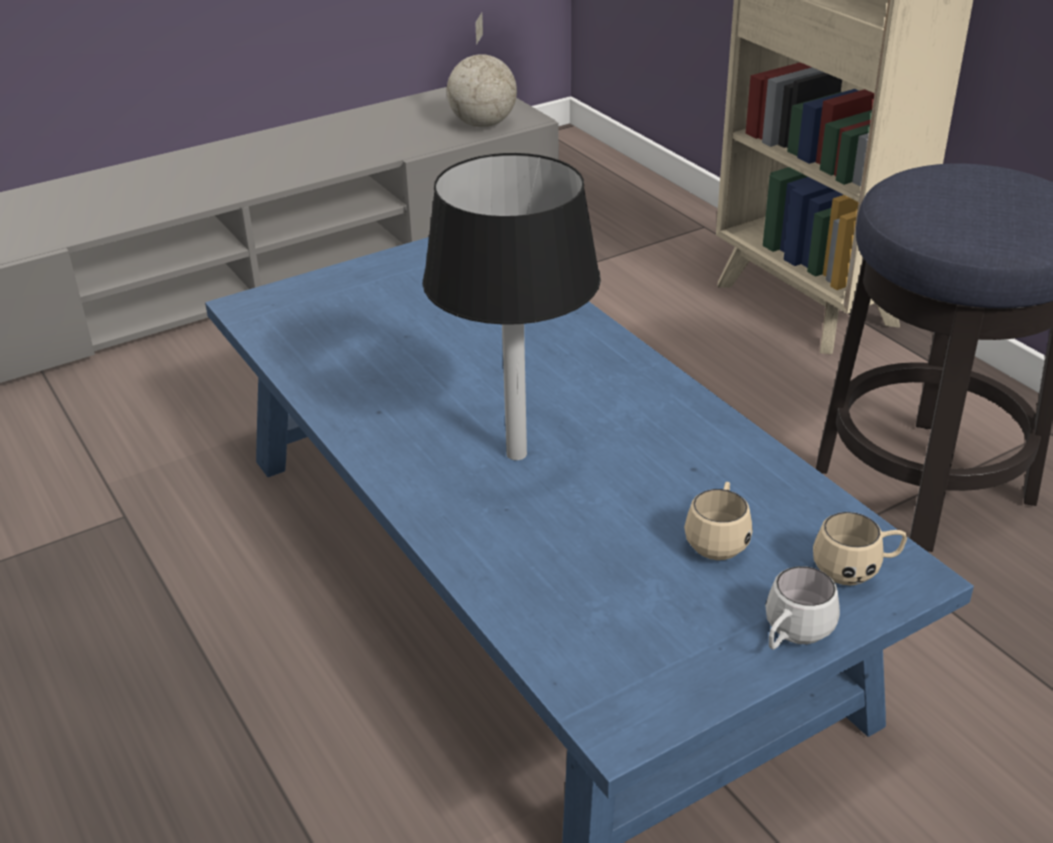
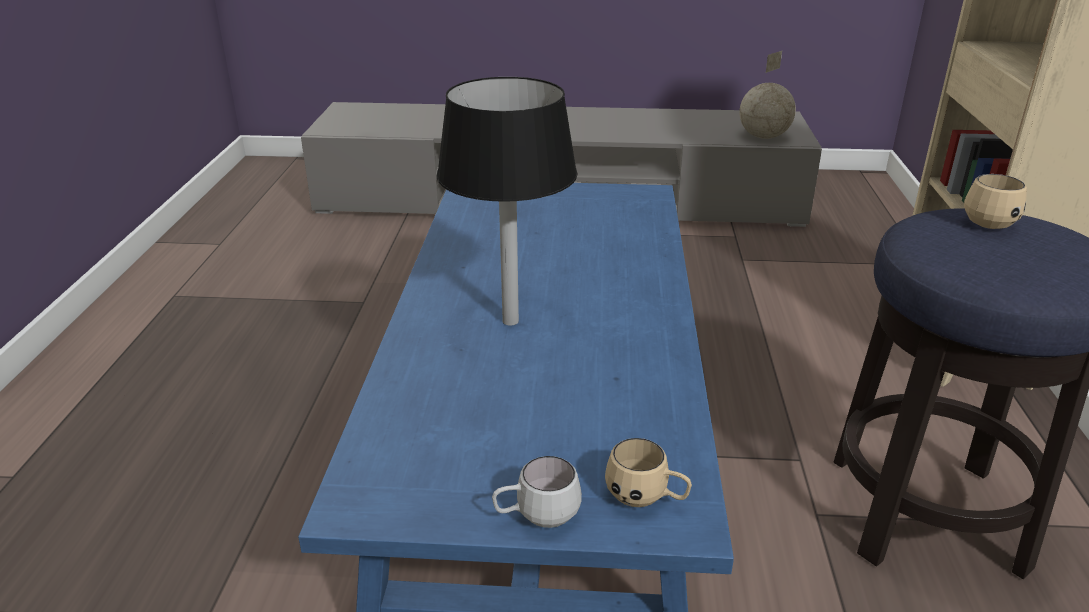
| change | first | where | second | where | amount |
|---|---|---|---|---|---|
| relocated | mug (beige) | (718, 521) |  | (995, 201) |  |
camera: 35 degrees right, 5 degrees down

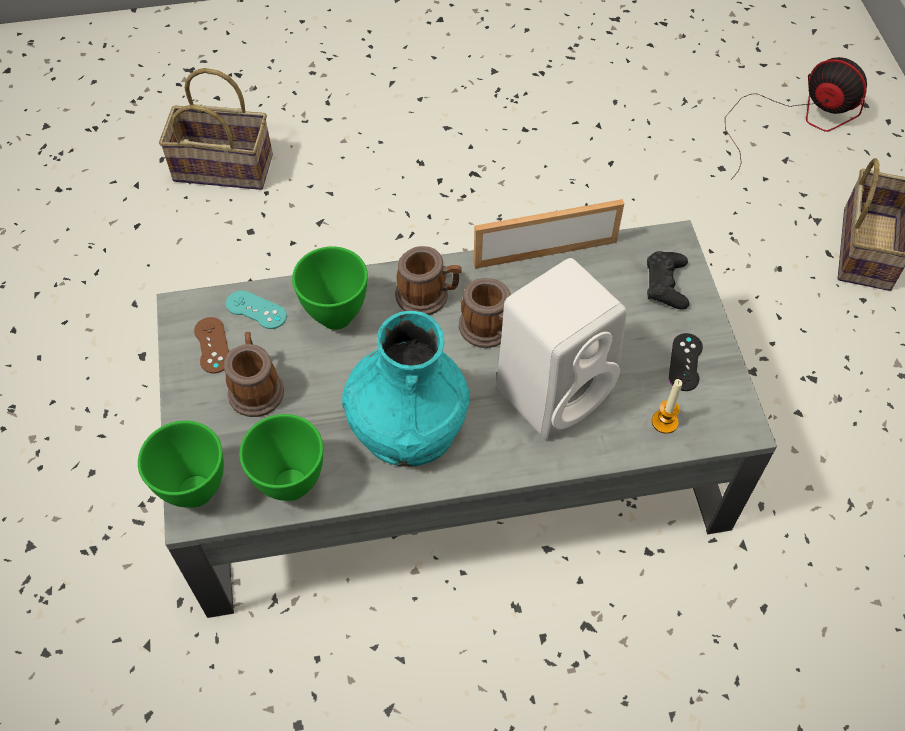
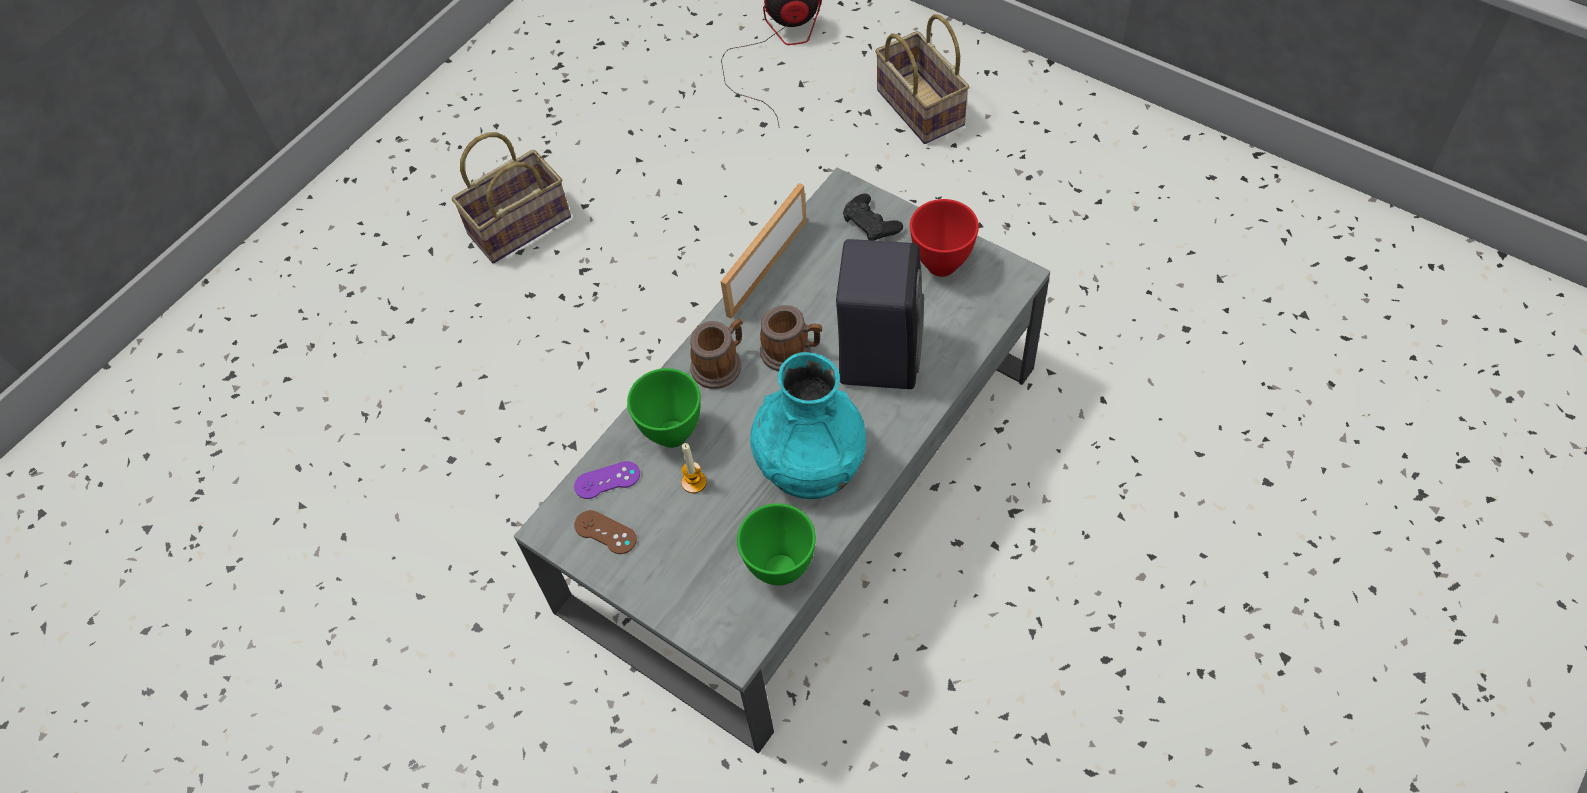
| change | first | where | second | where | amount |
|---|---|---|---|---|---|
| relocated | basket | (216, 129) |  | (511, 197) |  |
| colour | speaker (white) | (561, 349) | speaker (black) | (880, 314) |  |
| colour | game controller (turquoise) | (256, 309) | game controller (purple) | (607, 480) |  |
| missing | mug | (254, 374) |  |  |  |
| exchanged | game controller (black) | (686, 362) | bowl (red) | (944, 238) |  |
| relocated | candle | (667, 406) |  | (694, 468) |  |
| missing | bowl (green) | (181, 464) |  |  |  |
camera: 40 degrees left, 0 degrees up

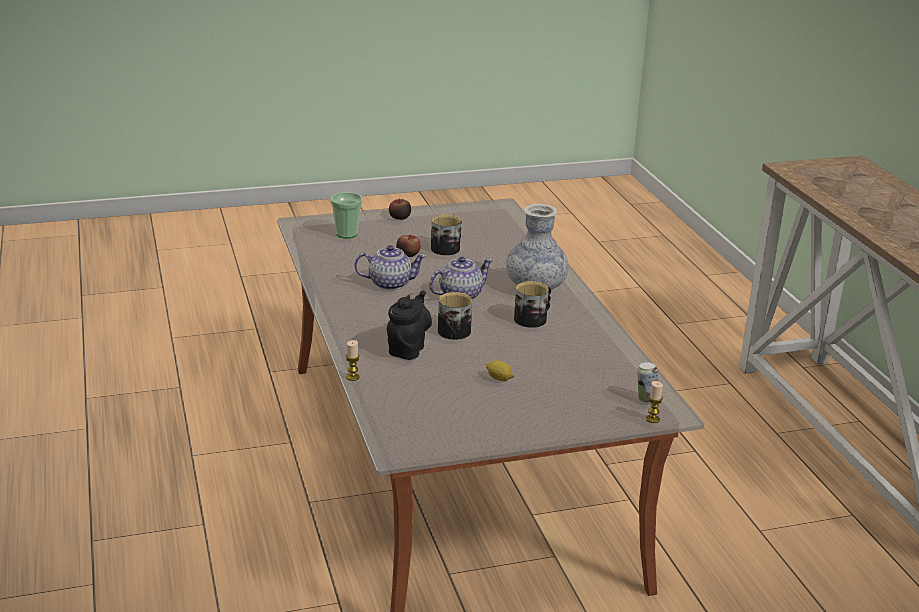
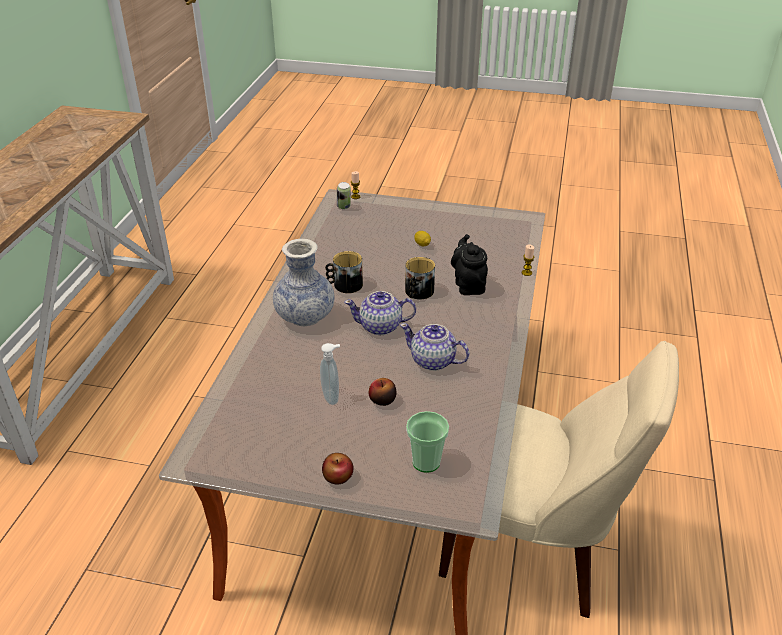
| change | first | where | second | where | amount |
|---|---|---|---|---|---|
| exchanged | mug | (446, 235) | soap dispenser | (330, 374) |  |
| spun | teapot (black) | (409, 325) |  | (469, 264) | 120 degrees clockwise |
| appeared |  |  | chair (beige) | (559, 479) |  |
camera: 150 degrees left, 10 degrees up

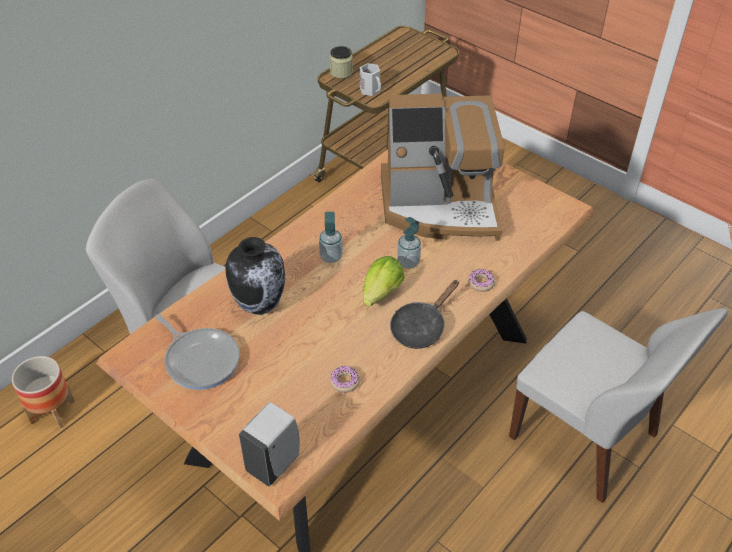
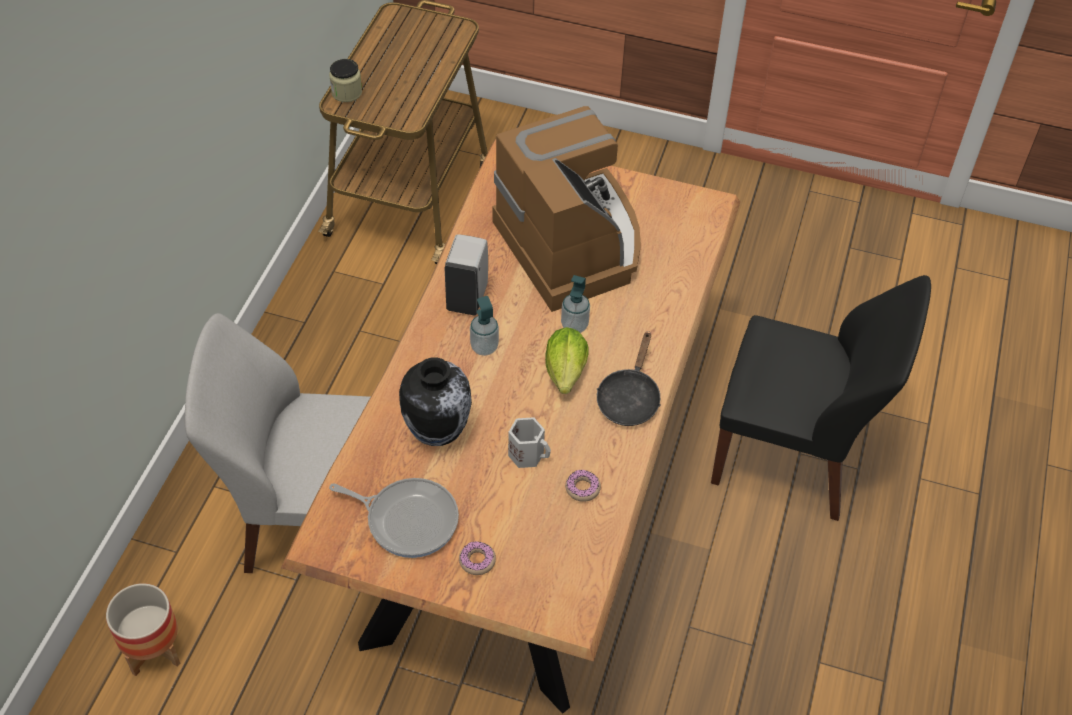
| change | first | where | second | where | amount |
|---|---|---|---|---|---|
| relocated | mug (white) | (370, 79) |  | (529, 442) |  |
| spun | coffee machine | (442, 167) |  | (566, 209) | 90 degrees counterclockwise |
| relocated | donut | (481, 280) |  | (477, 558) |  |
| colour | chair (white) | (618, 405) | chair (black) | (821, 398) |  |
| relocated | soap dispenser (white) | (269, 444) |  | (466, 274) |  |
camera: 25 degrees left, 5 degrees up

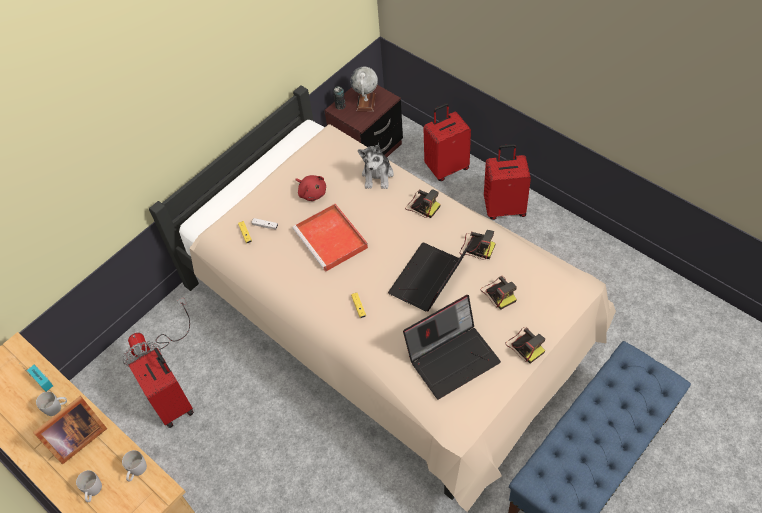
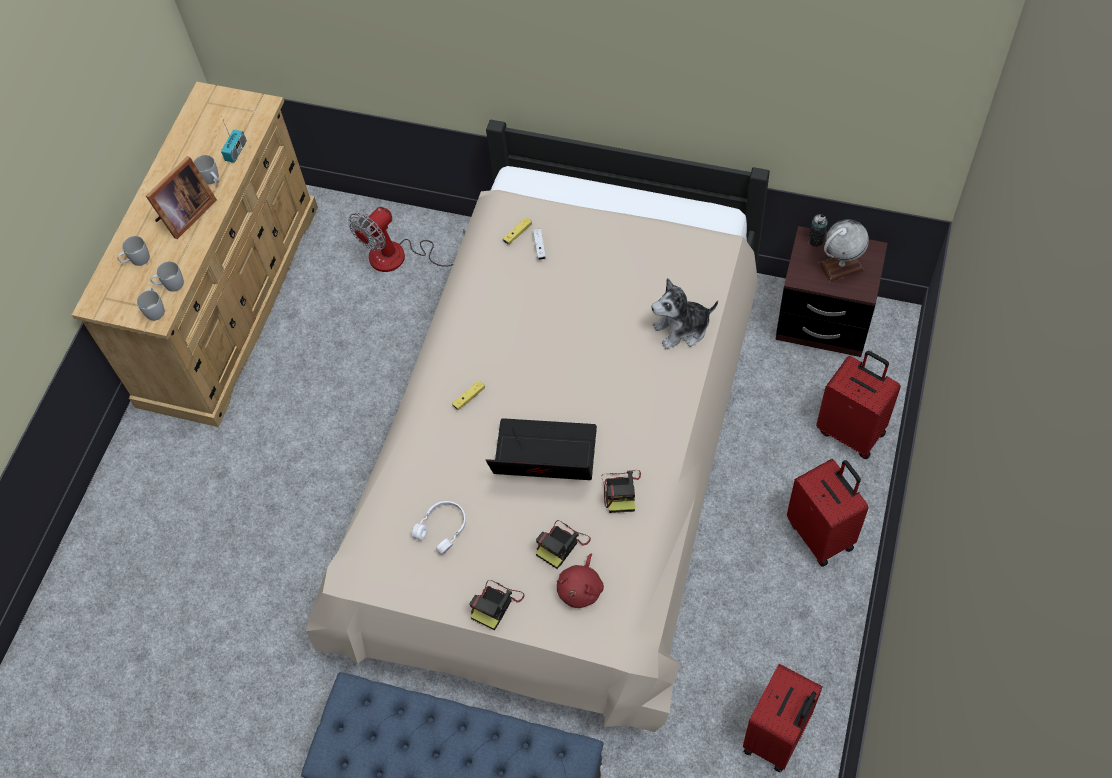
| change | first | where | second | where | amount |
|---|---|---|---|---|---|
| relocated | plush toy (red) | (310, 188) |  | (580, 581) |  |
| missing | photo camera | (423, 203) |  |  |  |
| missing | tray (red) | (330, 238) |  |  |  |
| exchanged | laptop | (452, 347) | headphones (white) | (439, 528) |  |
| relocated | suitcase (red) | (161, 388) |  | (783, 718) |  |
| spun | picture frame | (70, 430) |  | (181, 197) | 75 degrees counterclockwise |
| appeared |  |  | mug (white) | (151, 304) |  |
camera: 65 degrees right, 5 degrees up

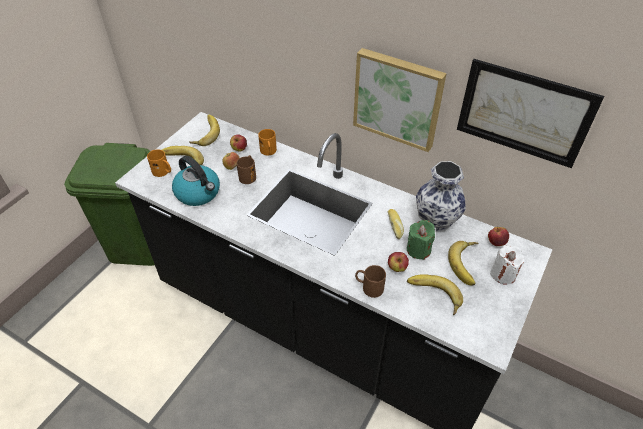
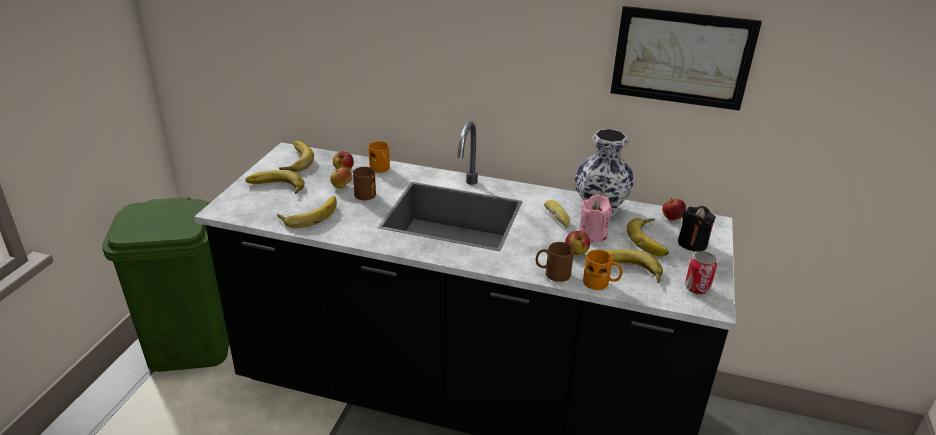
| change | first | where | second | where | amount |
|---|---|---|---|---|---|
| missing | picture | (400, 100) |  |  |  |
| relocated | mug (orange) | (159, 163) |  | (603, 270) |  |
| exchanged | kettle | (196, 181) | banana | (307, 212) |  |
| colour | candle (green) | (421, 240) | candle (pink) | (595, 218) |  |
| colour | candle (white) | (507, 265) | candle (black) | (697, 229) |  |
| appeared |  |  | can | (701, 273) |  |
camera: 15 degrees left, 15 degrees down

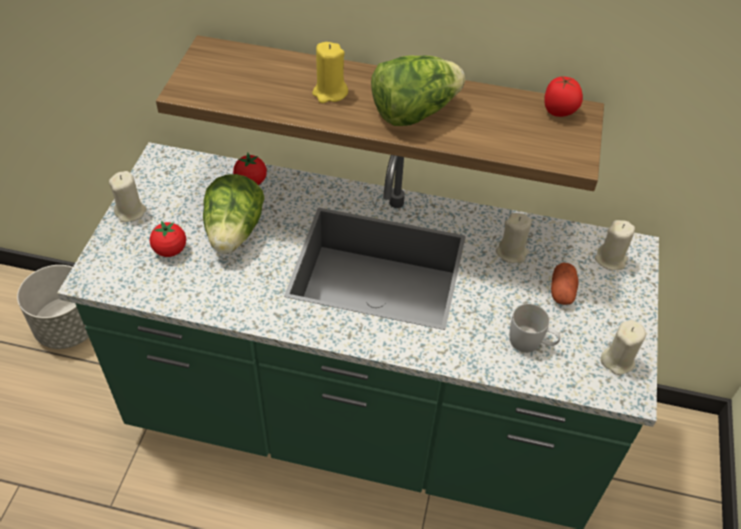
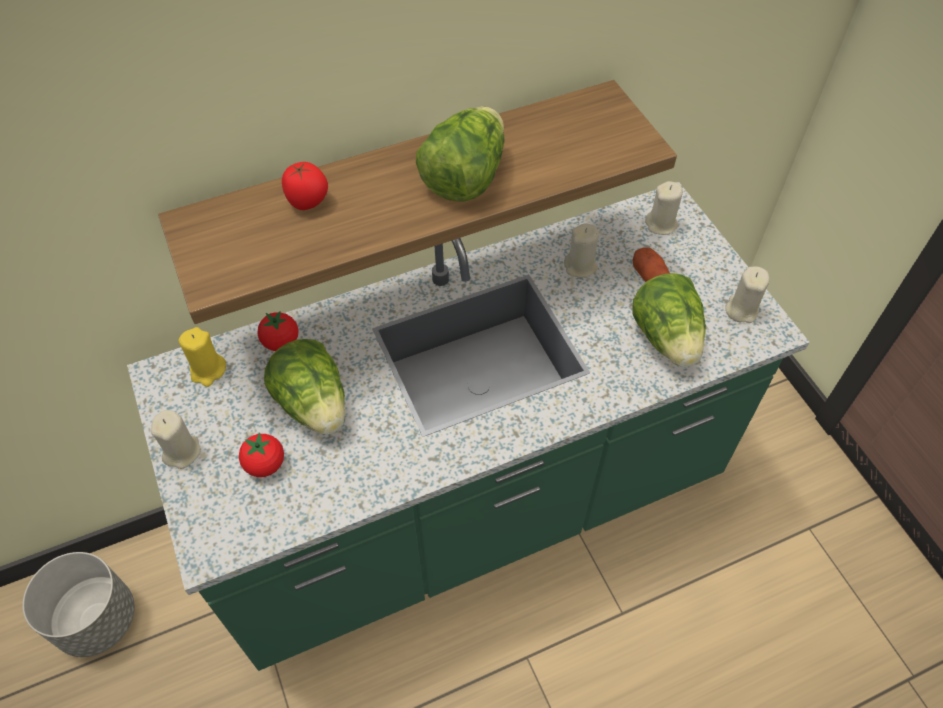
| change | first | where | second | where | amount |
|---|---|---|---|---|---|
| relocated | candle (yellow) | (330, 72) |  | (202, 357) |  |
| relocated | tomato | (563, 96) |  | (305, 186) |  |
| exchanged | mug (white) | (535, 328) | lettuce | (669, 320) |  |
camera: 35 degrees left, 5 degrees up

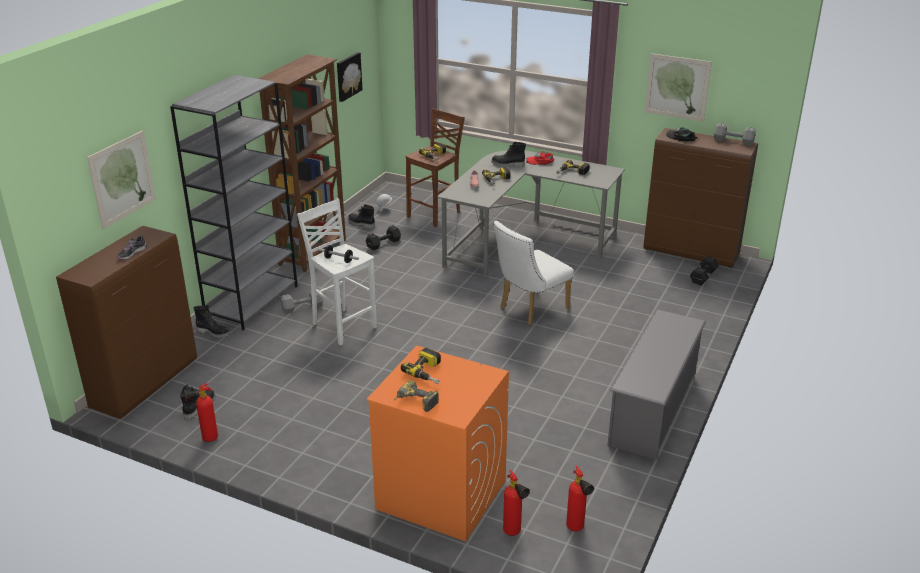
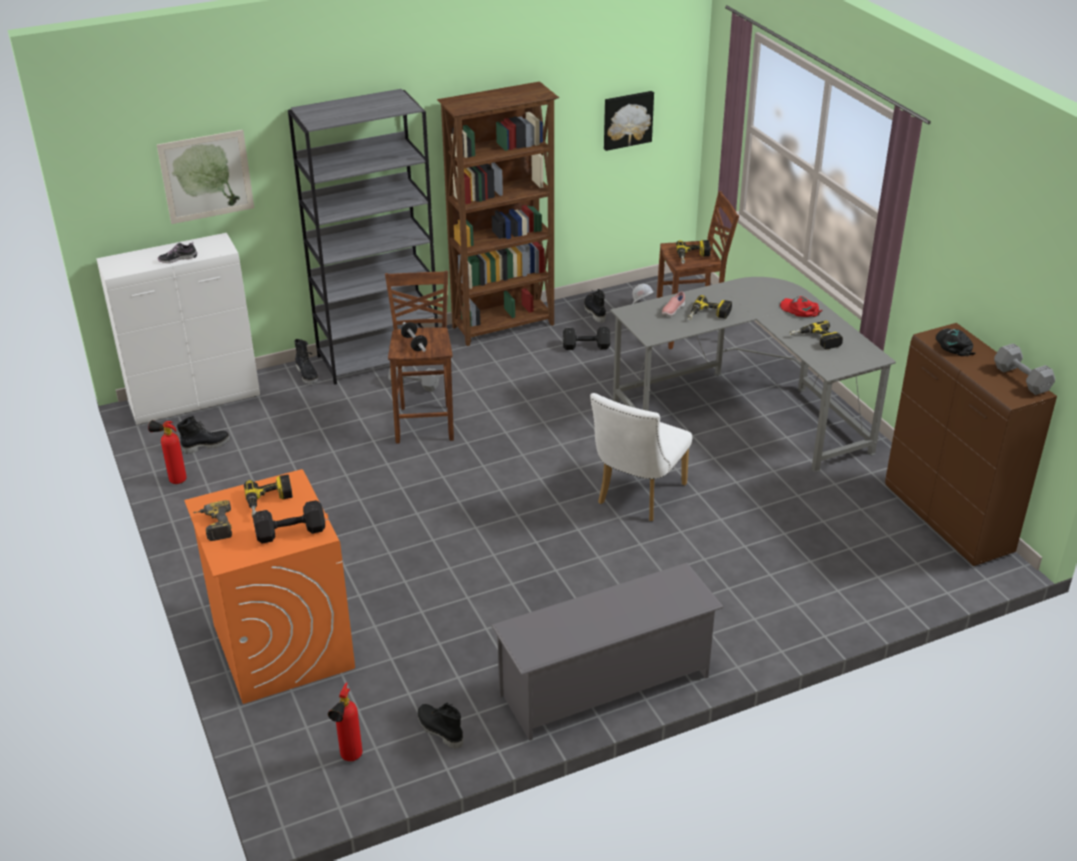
| change | first | where | second | where | amount |
|---|---|---|---|---|---|
| missing | picture | (678, 87) |  |  |  |
| relocated | boot (black) | (508, 154) |  | (440, 725) |  |
| colour | stool (white) | (337, 272) | stool (brown) | (419, 357) |  |
| spun | chair (white) | (533, 273) |  | (641, 457) | 60 degrees counterclockwise |
| colour | cabinet (brown) | (126, 322) | cabinet (white) | (178, 329) |  |
| relocated | dumbbell (black) | (704, 270) |  | (289, 522) |  |
| missing | fire extinguisher | (516, 503) |  |  |  |
camera: 40 degrees right, 5 degrees up

